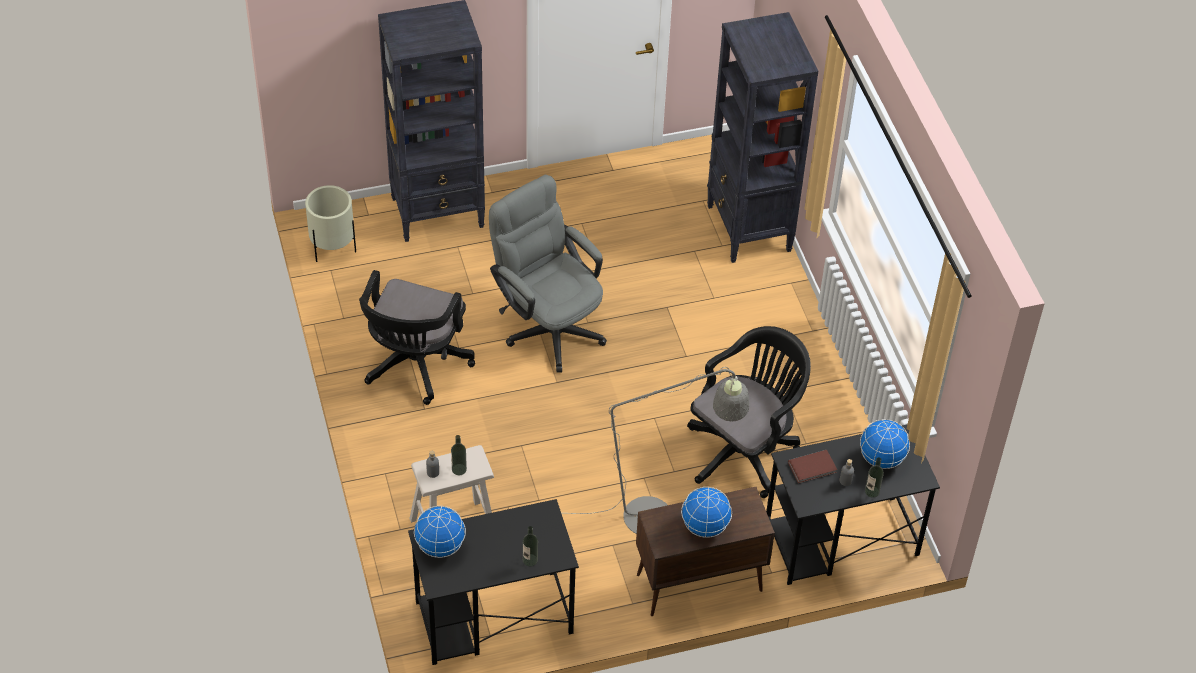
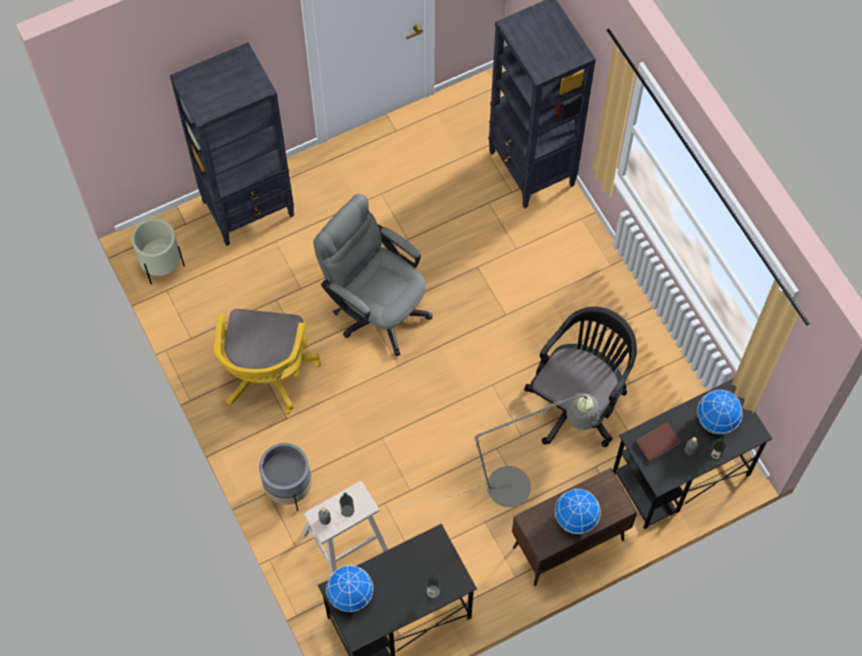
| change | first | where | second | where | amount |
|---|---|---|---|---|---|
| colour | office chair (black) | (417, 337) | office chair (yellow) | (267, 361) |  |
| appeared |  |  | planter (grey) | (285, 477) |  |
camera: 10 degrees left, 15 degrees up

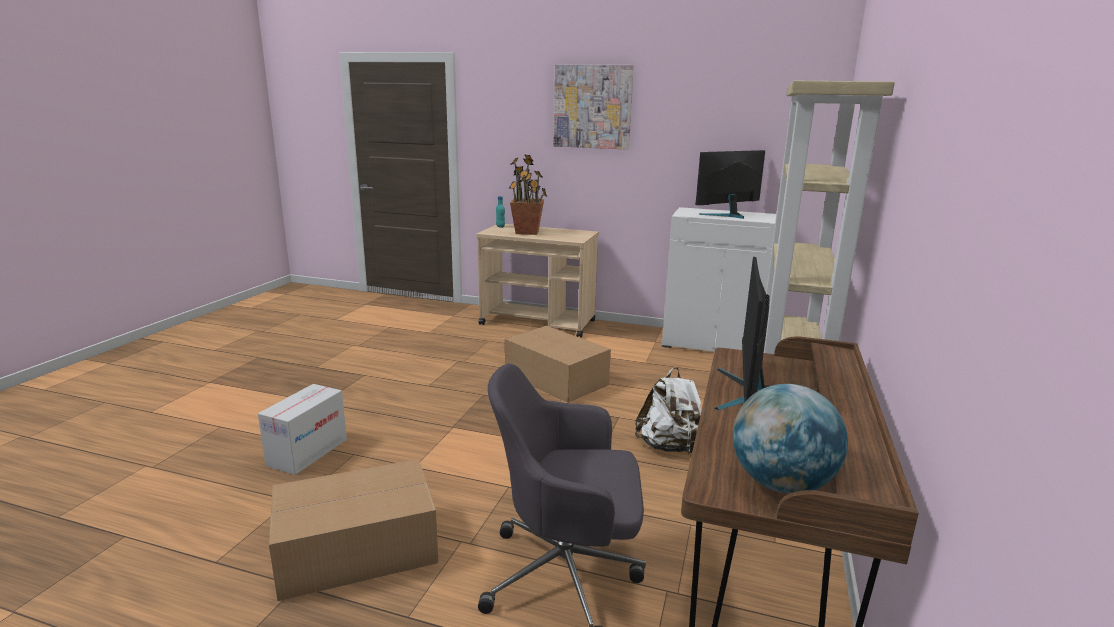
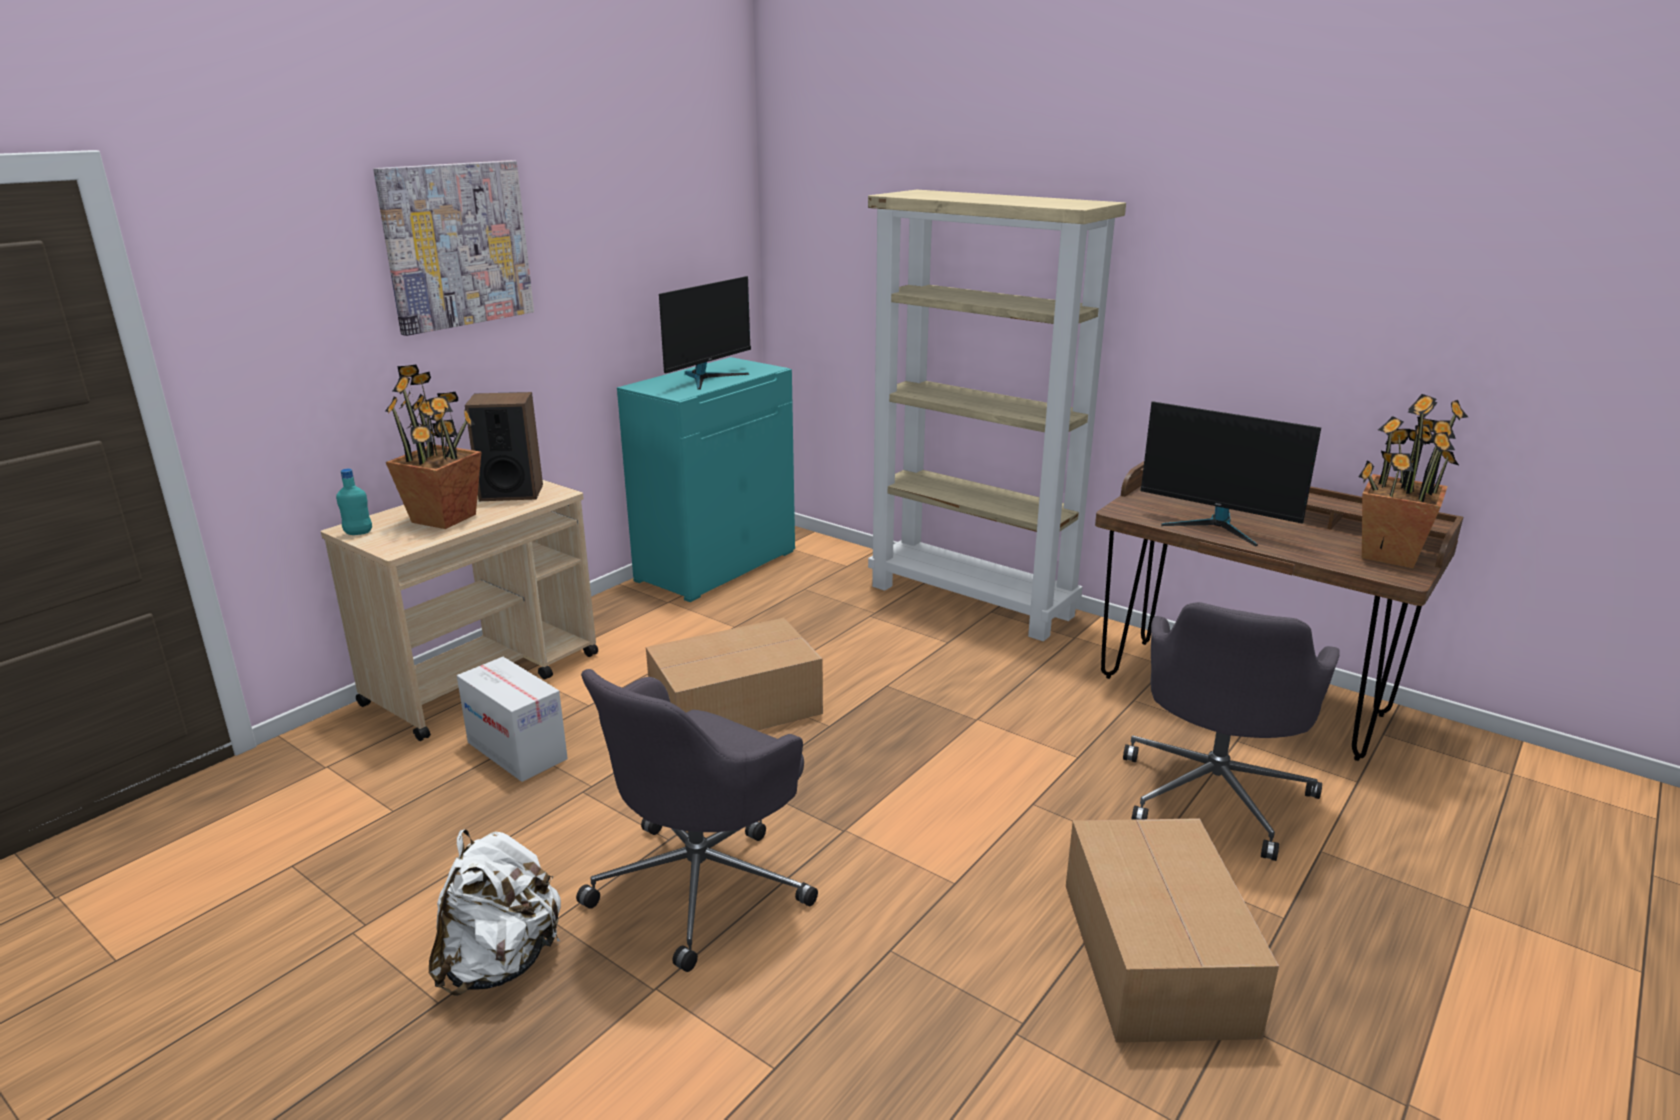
| change | first | where | second | where | amount |
|---|---|---|---|---|---|
| spun | monitor | (730, 184) |  | (705, 333) | 135 degrees counterclockwise |
| colour | cabinet (white) | (719, 279) | cabinet (turquoise) | (706, 479) |  |
| relocated | backpack (white) | (668, 410) |  | (495, 912) |  |
| relocated | cardboard box | (302, 429) |  | (512, 719) |  |
| exchanged | globe | (790, 439) | potted plant | (1413, 481) |  |
| appeared |  |  | speaker | (504, 446) |  |
| appeared |  |  | office chair (grey) | (697, 820) |  |
camera: 70 degrees left, 5 degrees up

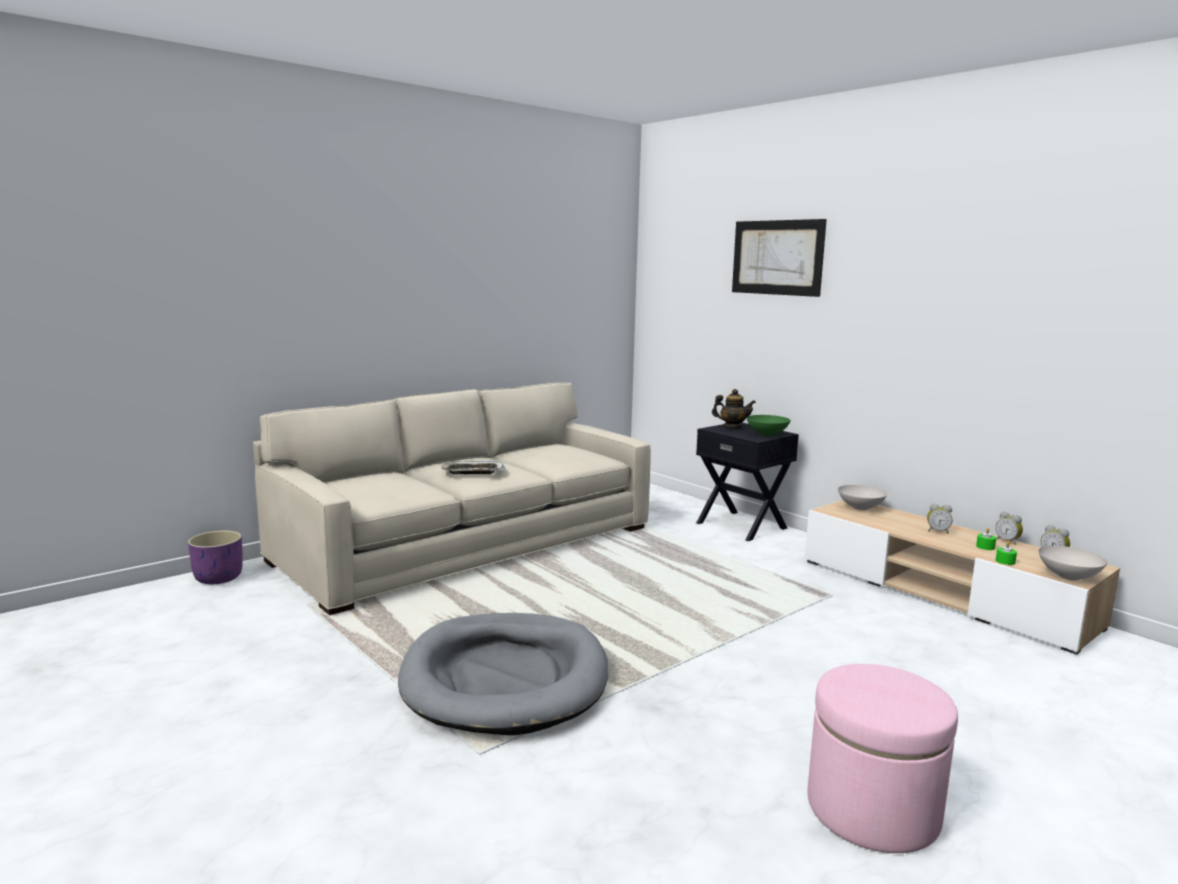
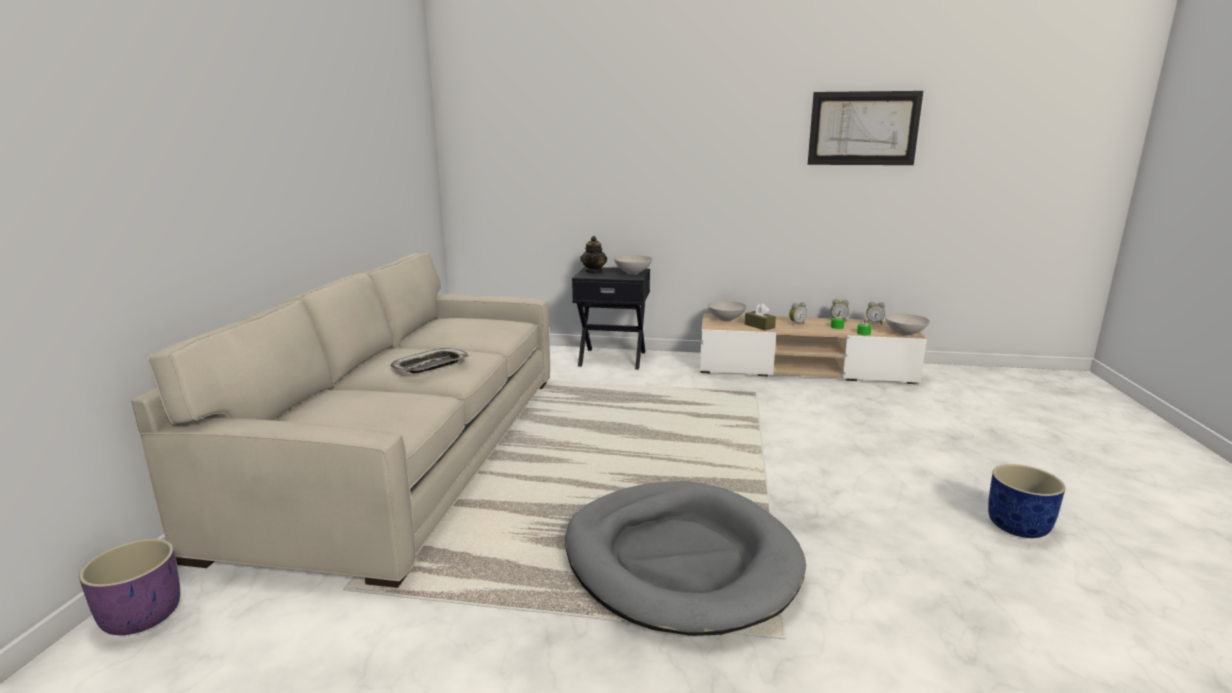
| change | first | where | second | where | amount |
|---|---|---|---|---|---|
| relocated | picture | (779, 258) |  | (865, 128) |  |
| spun | teapot | (734, 408) |  | (593, 255) | 120 degrees clockwise |
| colour | bowl (green) | (769, 425) | bowl (white) | (633, 264) |  |
| exchanged | ottoman (pink) | (882, 758) | planter (blue) | (1026, 501) |  |
| appeared |  |  | tissue box (brown) | (760, 317) |  |
camera: 40 degrees left, 5 degrees up

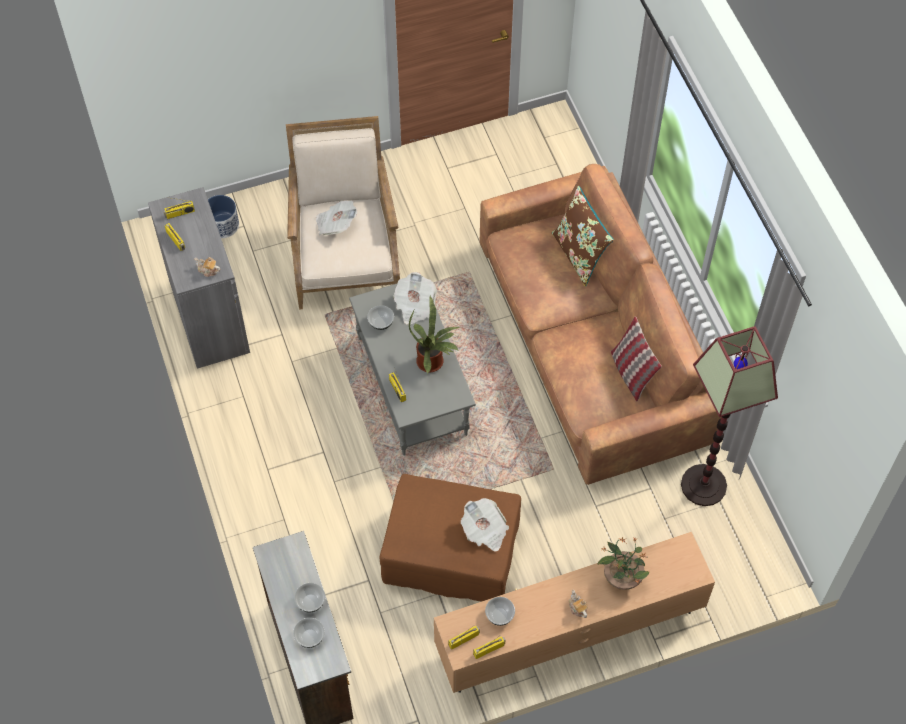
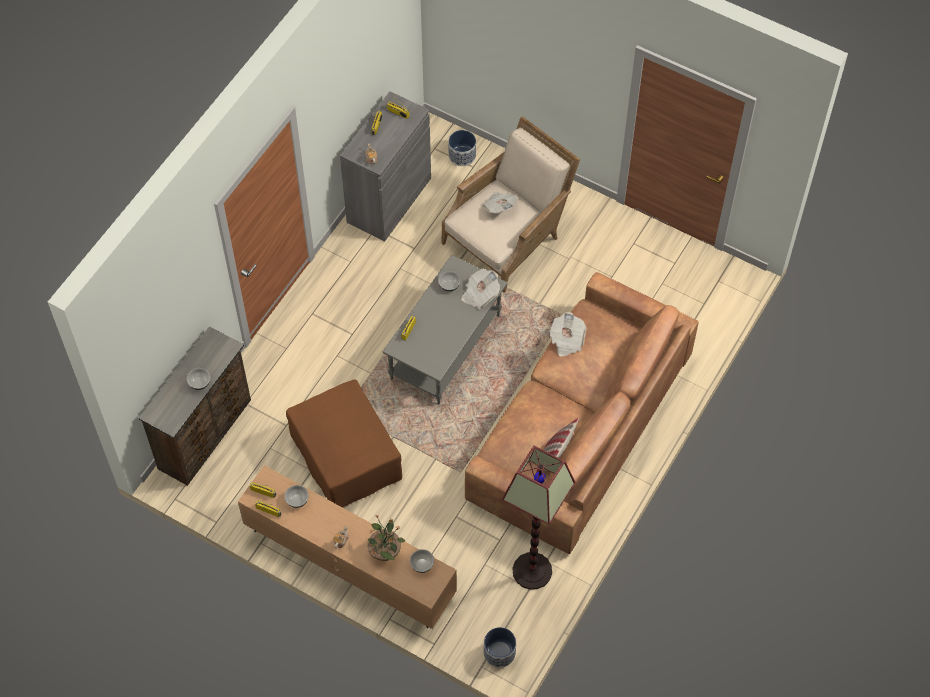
| change | first | where | second | where | amount |
|---|---|---|---|---|---|
| missing | pillow (brown) | (583, 236) |  |  |  |
| missing | potted plant | (434, 335) |  |  |  |
| relocated | newspaper | (485, 525) |  | (568, 334) |  |
| relocated | bowl | (309, 633) |  | (422, 561) |  |
| appeared |  |  | planter | (500, 647) |  |
camera: 50 degrees right, 0 degrees up

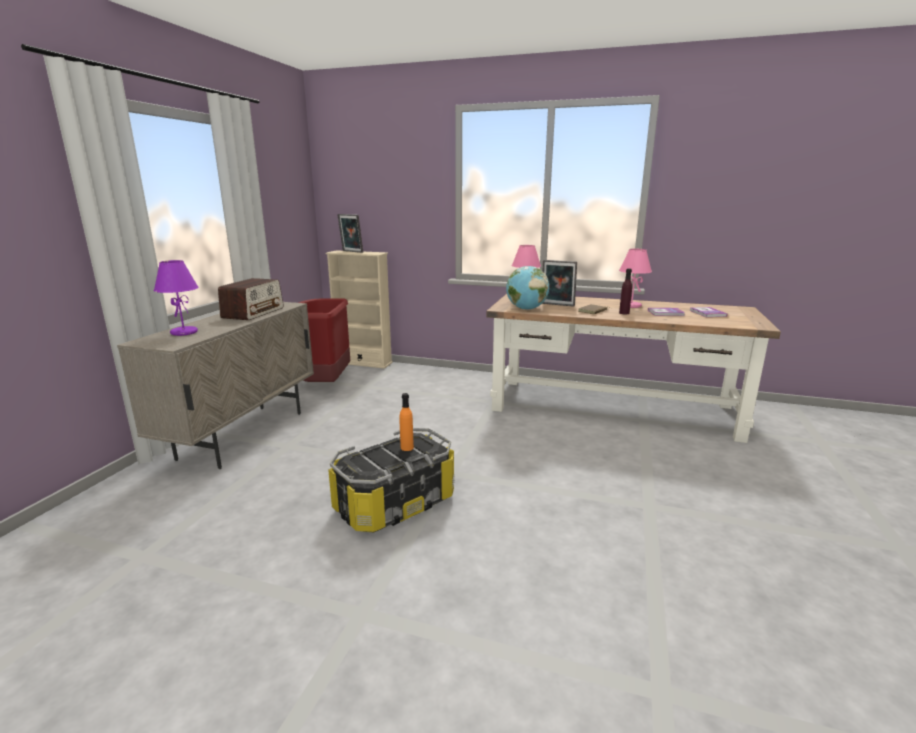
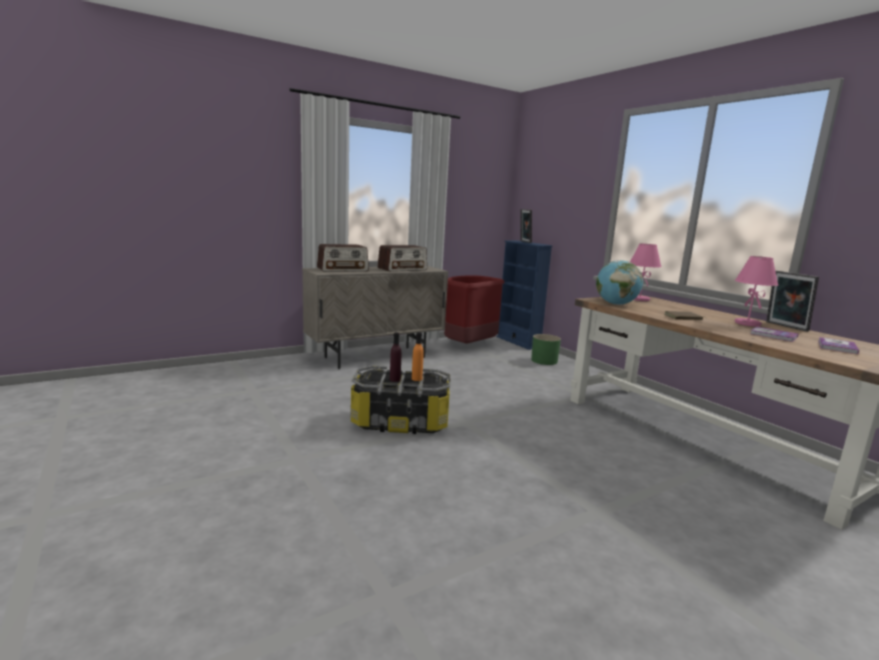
| change | first | where | second | where | amount |
|---|---|---|---|---|---|
| colour | bookcase (beige) | (359, 309) | bookcase (blue) | (524, 295) |  |
| exchanged | table lamp (purple) | (176, 298) | radio | (343, 258) |  |
| relocated | picture frame | (559, 283) |  | (792, 301) |  |
| relocated | bottle (purple) | (625, 291) |  | (395, 357) |  |
| appeared |  |  | planter (green) | (546, 349) |  |
camera: 40 degrees right, 5 degrees down

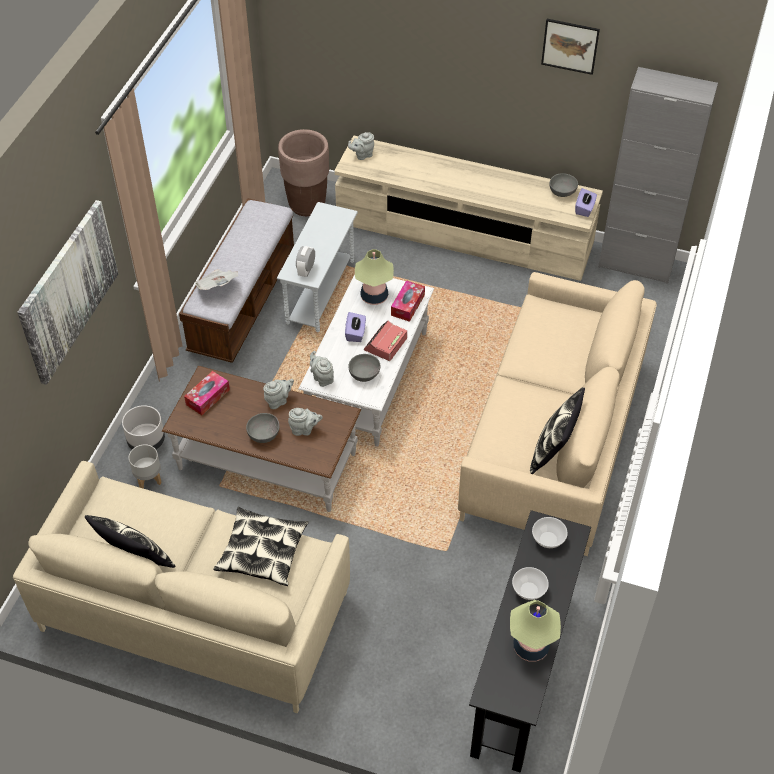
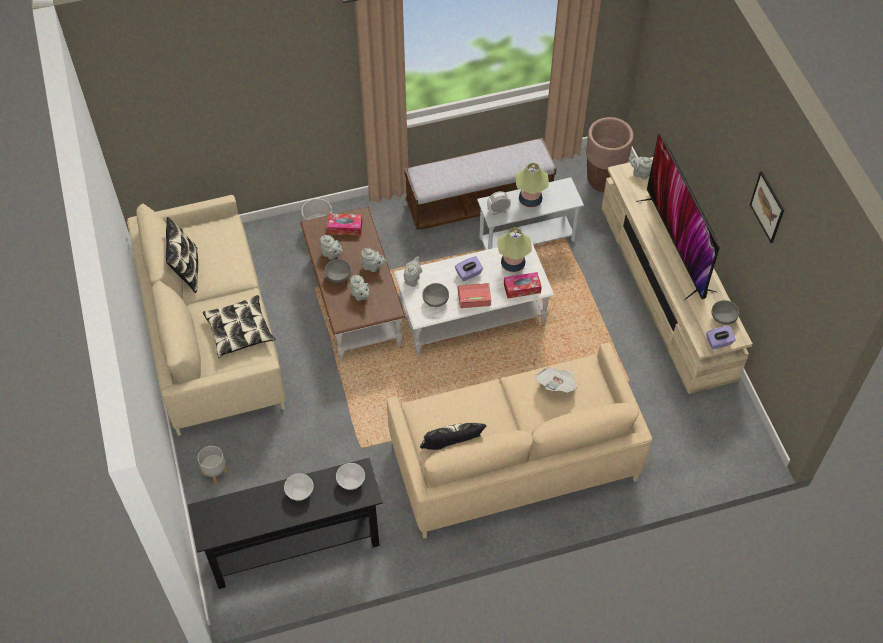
| change | first | where | second | where | amount |
|---|---|---|---|---|---|
| missing | cabinet (grey) | (658, 175) |  |  |  |
| missing | picture | (67, 292) |  |  |  |
| relocated | newspaper | (216, 279) |  | (556, 380) |  |
| relocated | planter (grey) | (145, 466) |  | (213, 465) |  |
| relocated | table lamp | (535, 631) |  | (532, 185) |  |
| appeared |  |  | television | (677, 216) |  |
| appeared |  |  | teapot (grey) | (331, 247) |  |
camera: 55 degrees right, 5 degrees up

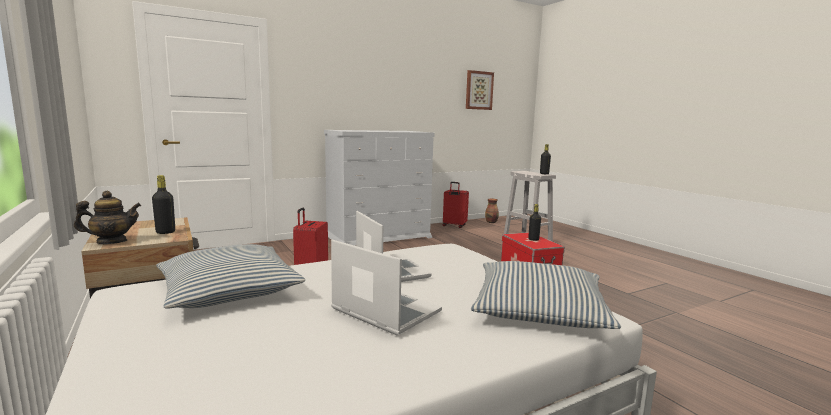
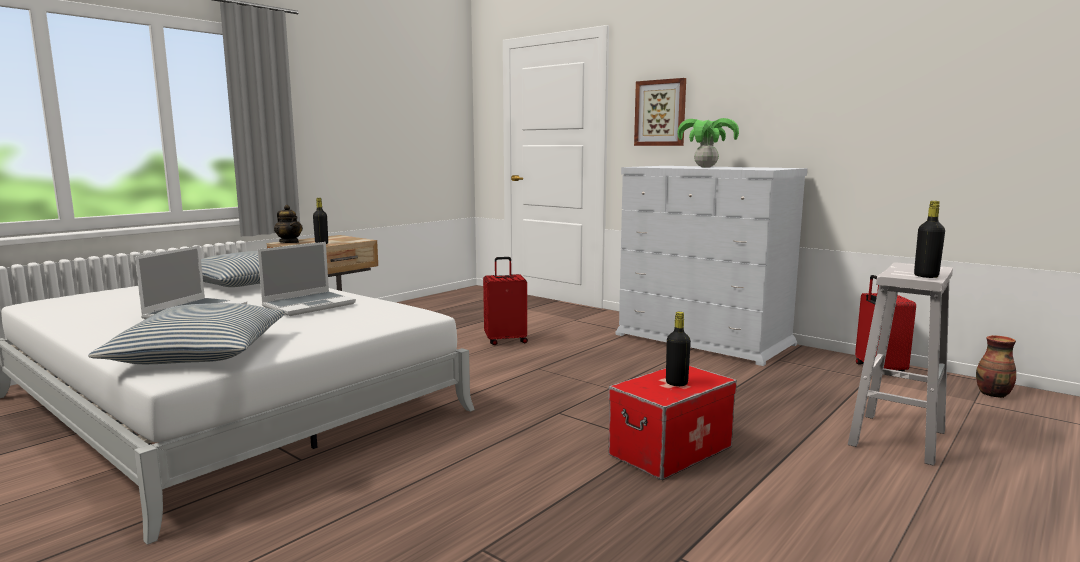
| change | first | where | second | where | amount |
|---|---|---|---|---|---|
| relocated | picture | (480, 90) |  | (660, 112) |  |
| appeared |  |  | potted plant | (708, 142) |  |
camera: 70 degrees right, 0 degrees up

